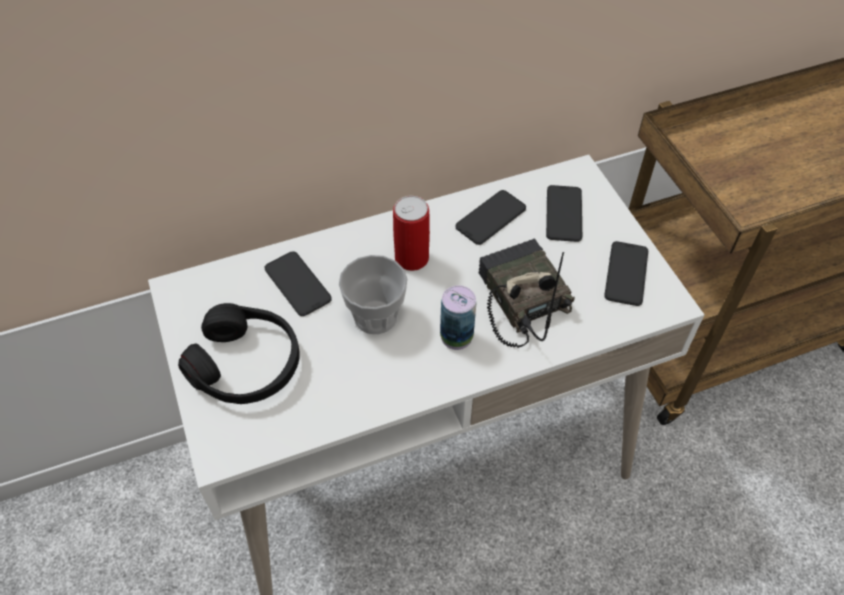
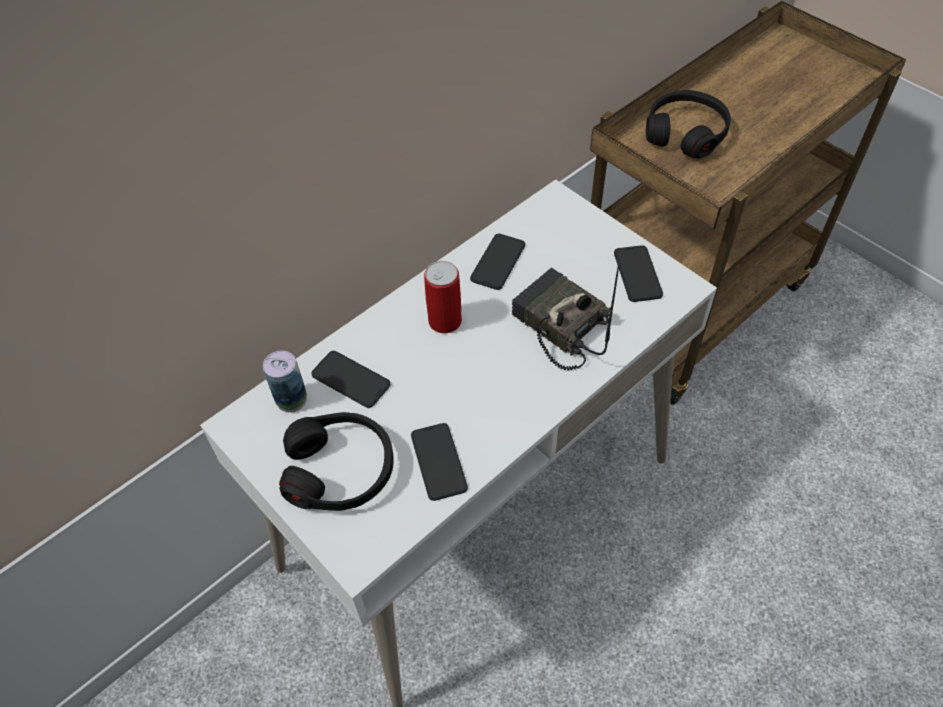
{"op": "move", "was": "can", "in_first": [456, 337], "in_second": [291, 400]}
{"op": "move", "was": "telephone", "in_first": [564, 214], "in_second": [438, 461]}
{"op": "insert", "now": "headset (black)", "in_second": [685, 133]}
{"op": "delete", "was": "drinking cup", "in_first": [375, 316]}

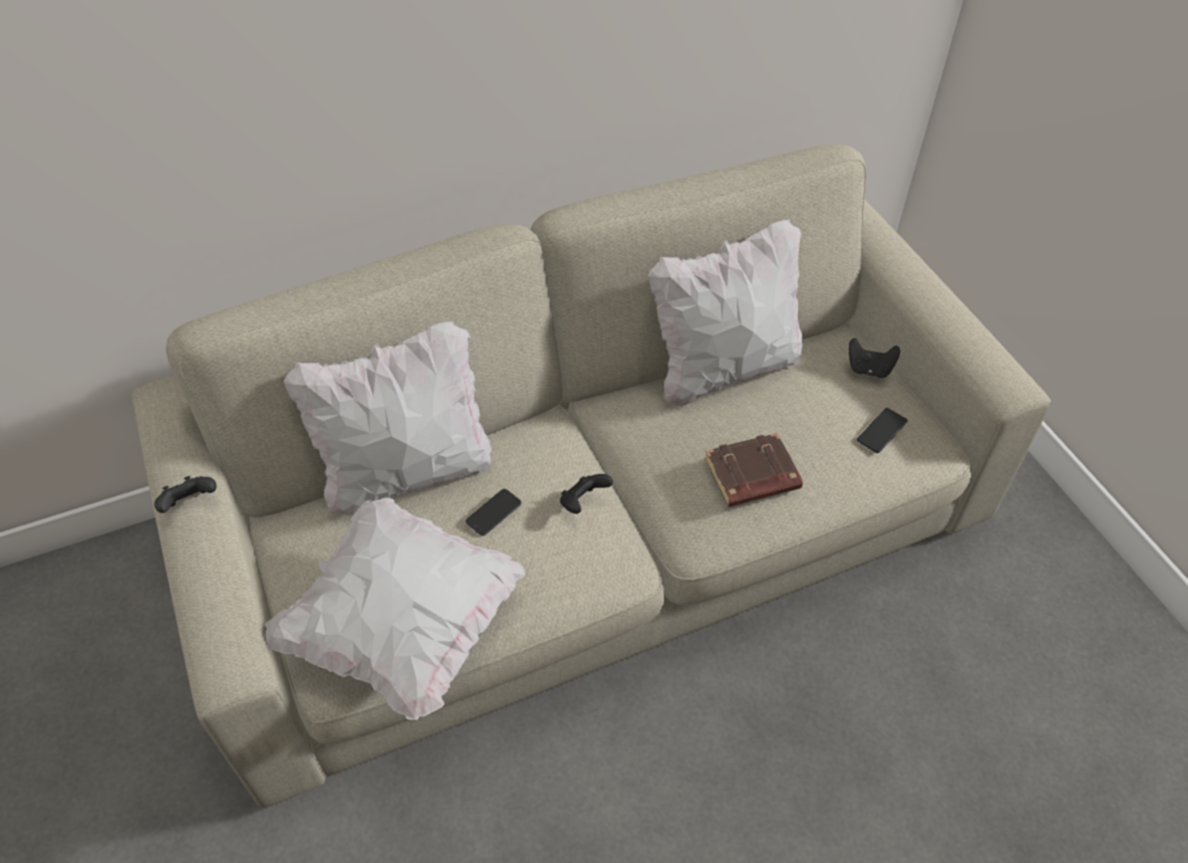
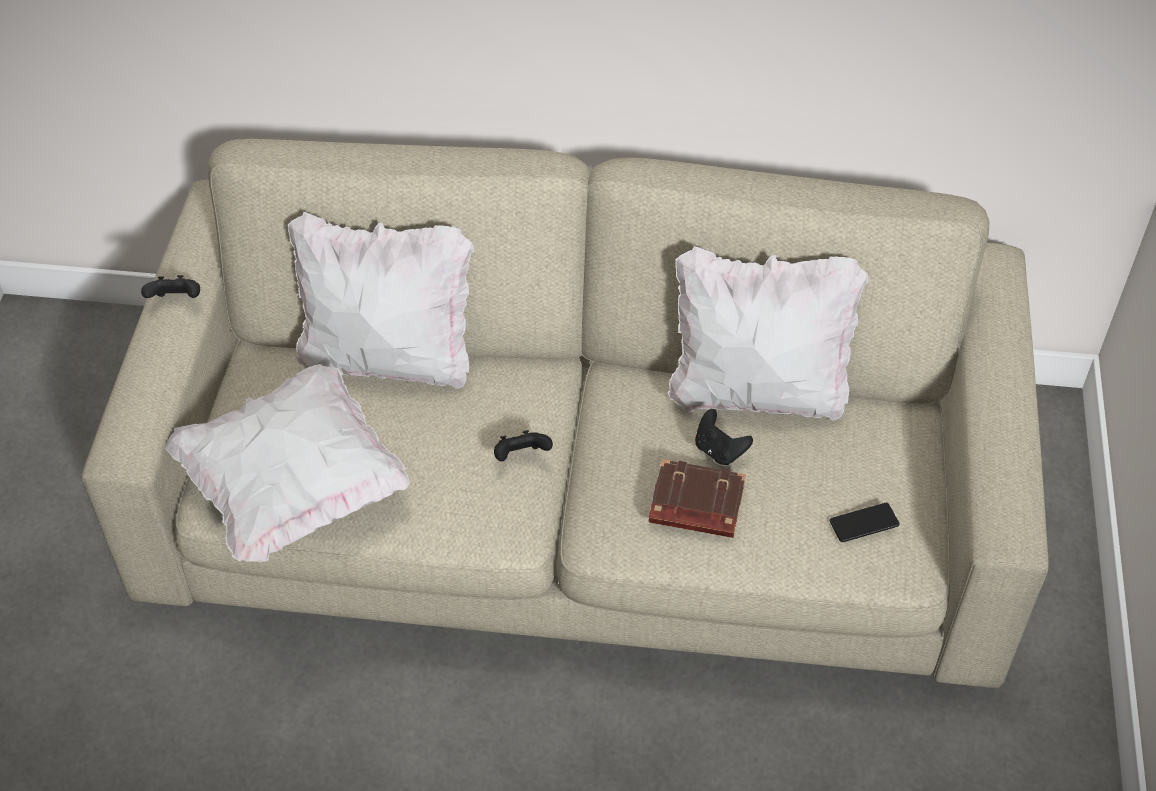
{"op": "move", "was": "joypad (black)", "in_first": [869, 369], "in_second": [719, 450]}
{"op": "delete", "was": "telephone", "in_first": [493, 512]}

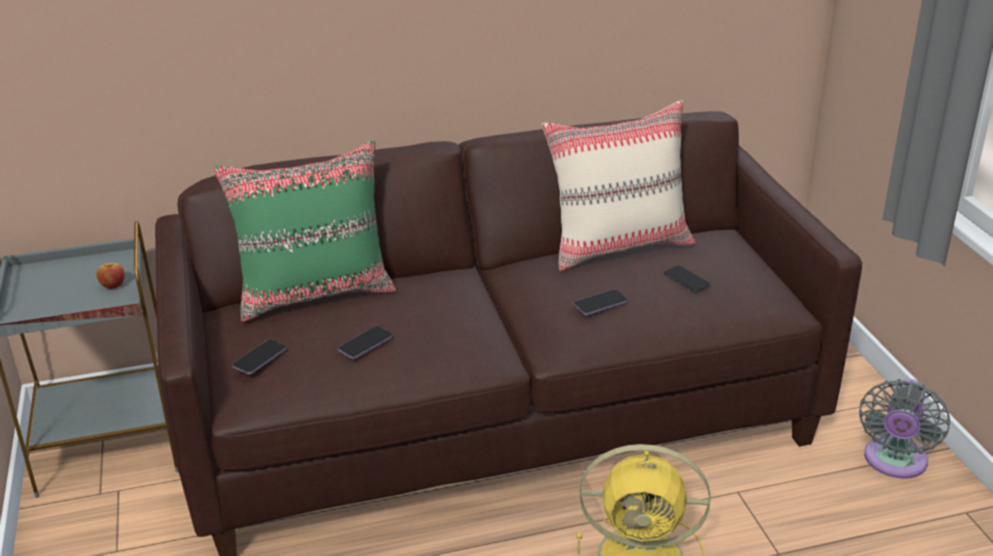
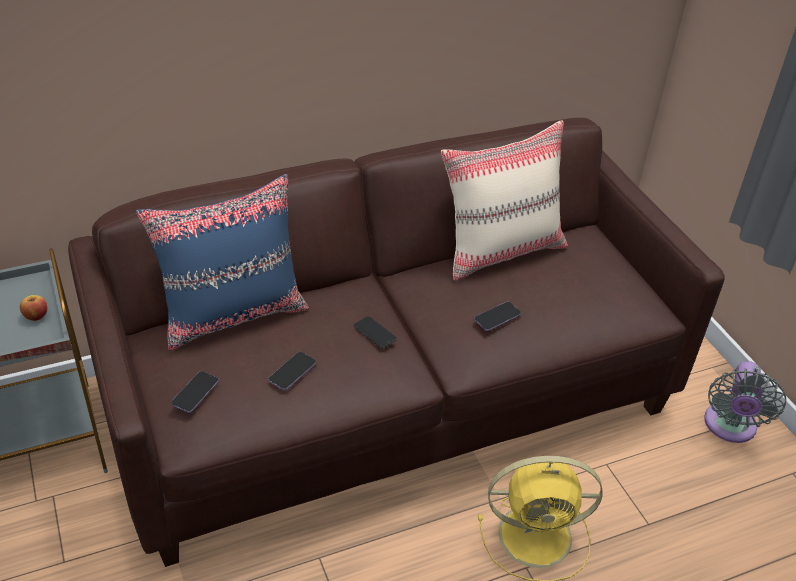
{"op": "recolor", "was": "cushion (greenish)", "now": "cushion (blue)", "in_first": [316, 293], "in_second": [233, 314]}
{"op": "move", "was": "telephone", "in_first": [686, 279], "in_second": [375, 333]}

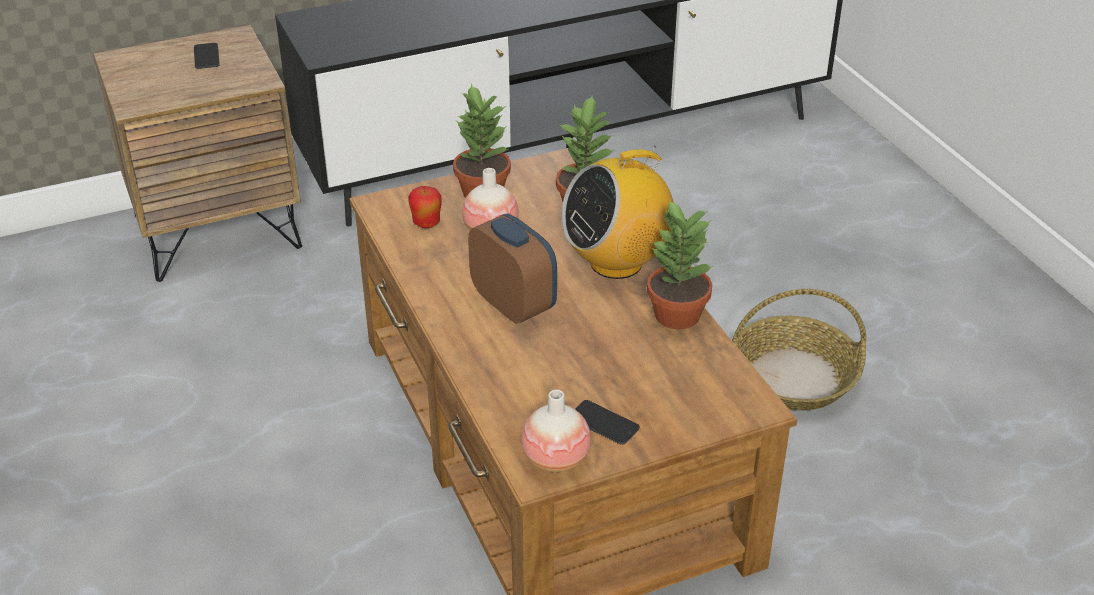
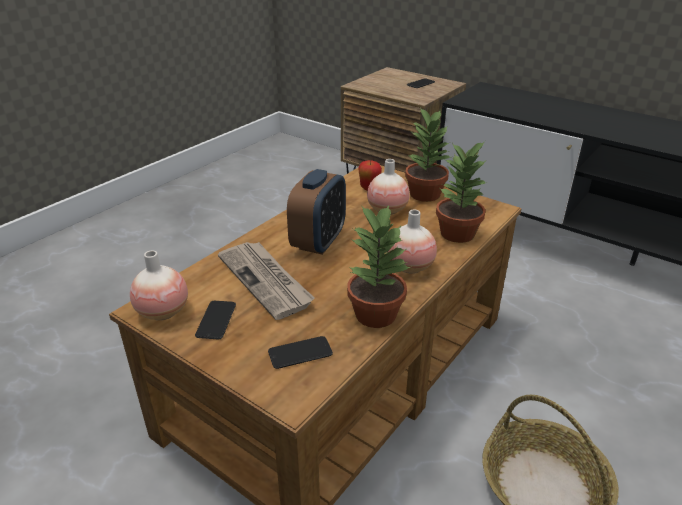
{"op": "insert", "now": "daily paper", "in_second": [266, 281]}
{"op": "insert", "now": "telephone", "in_second": [300, 353]}
{"op": "replace", "was": "radio", "now": "decorative vase", "in_first": [617, 262], "in_second": [410, 266]}

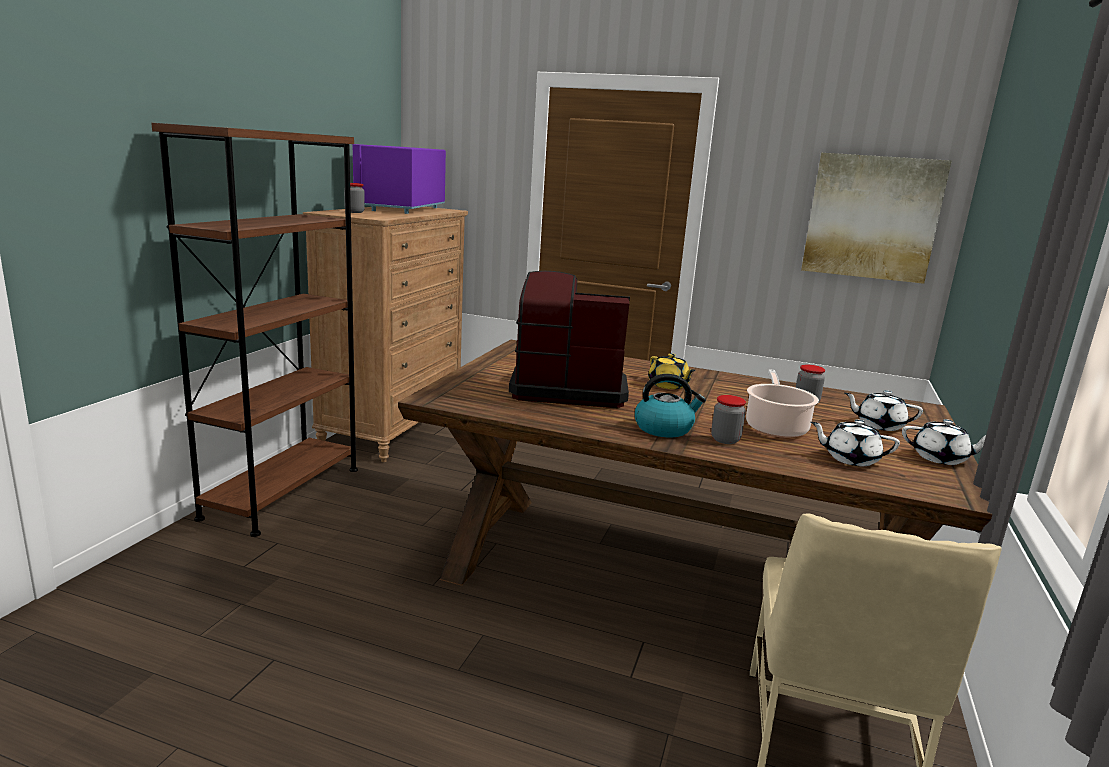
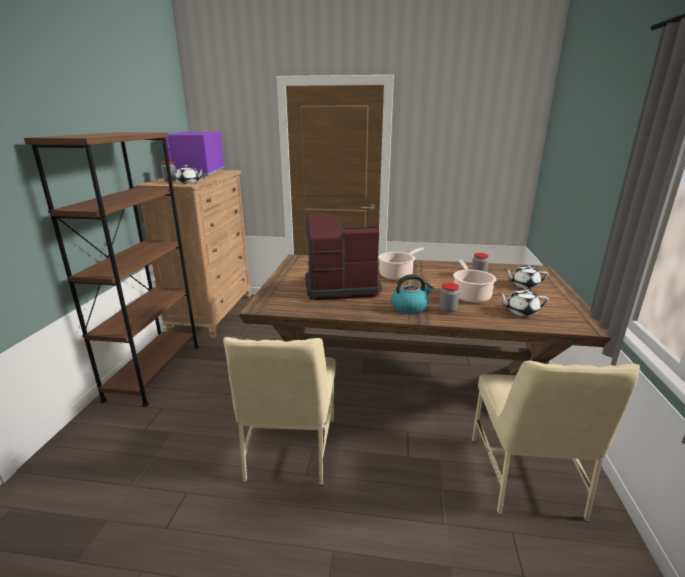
{"op": "move", "was": "tea pot (white-coloured)", "in_first": [940, 458], "in_second": [189, 183]}
{"op": "insert", "now": "chair (beige)", "in_second": [289, 449]}
{"op": "replace", "was": "tea pot (yellowish)", "now": "cooking pot", "in_first": [668, 385], "in_second": [397, 275]}
{"op": "delete", "was": "picture", "in_first": [872, 217]}

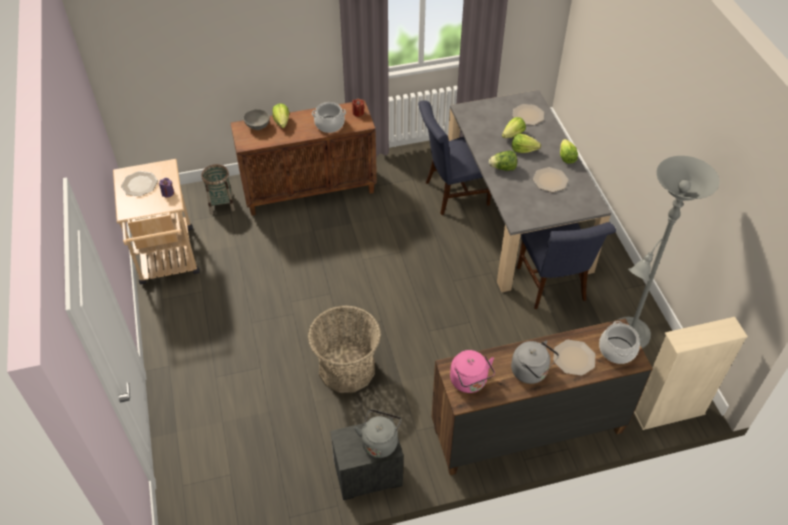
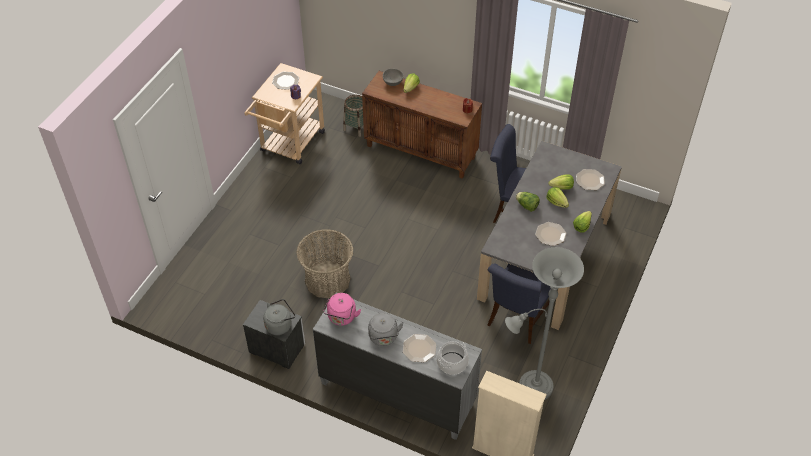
{"op": "recolor", "was": "dresser (brown)", "now": "dresser (greyish)", "in_first": [526, 430], "in_second": [396, 393]}
{"op": "delete", "was": "cooking pot", "in_first": [329, 124]}

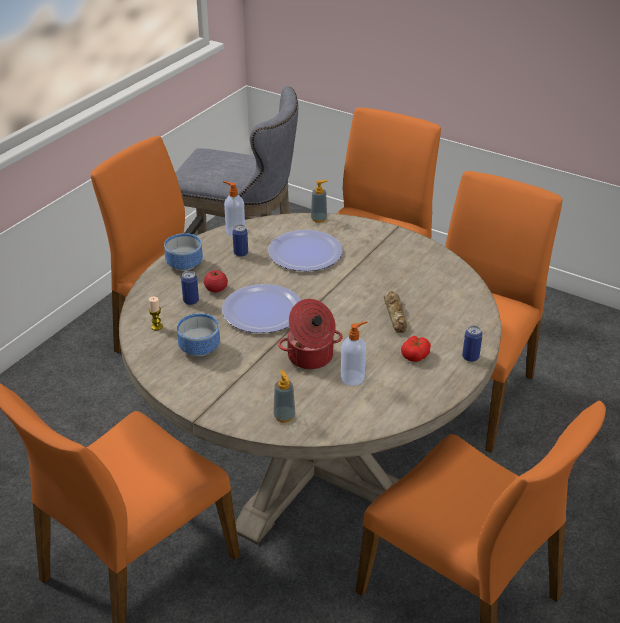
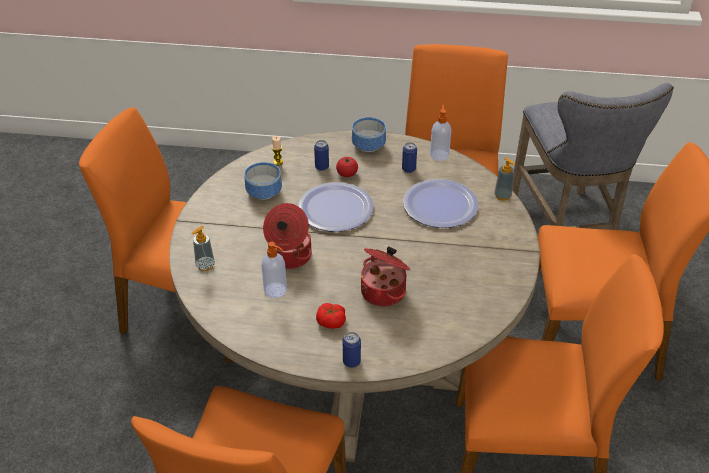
{"op": "replace", "was": "baked bread", "now": "cooking pot", "in_first": [395, 315], "in_second": [384, 291]}

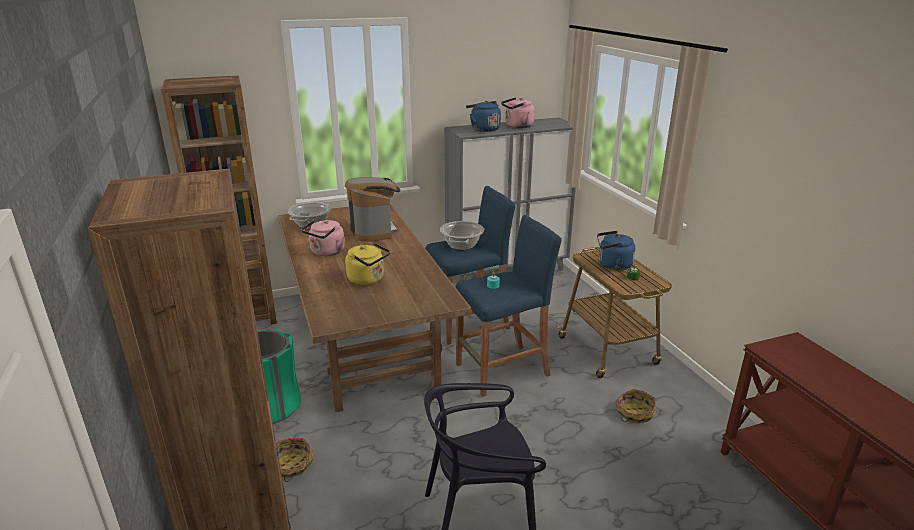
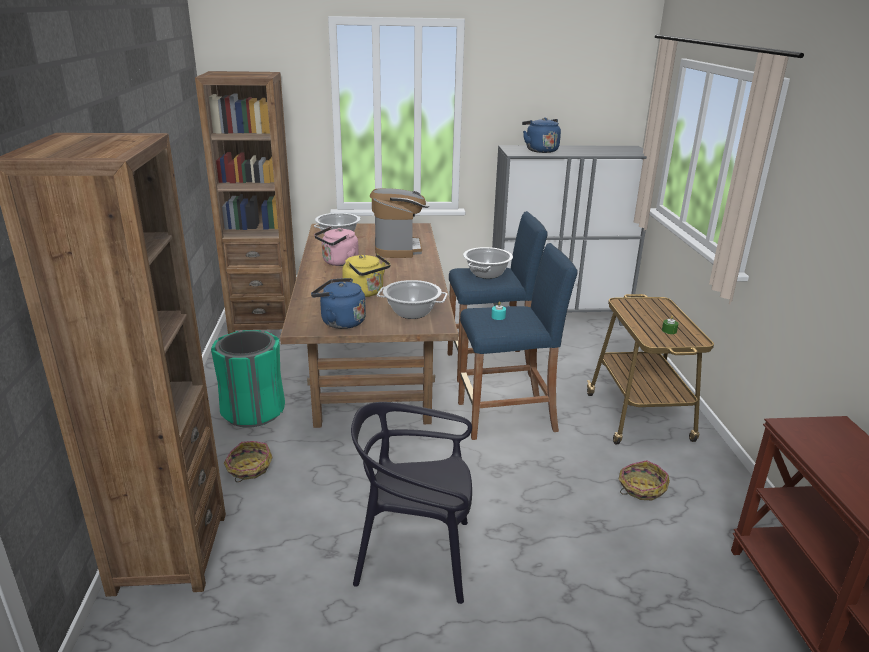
{"op": "move", "was": "water kettle (blue)", "in_first": [612, 265], "in_second": [340, 322]}
{"op": "insert", "now": "cooking pot", "in_second": [411, 312]}
{"op": "delete", "was": "water kettle (pink)", "in_first": [517, 126]}

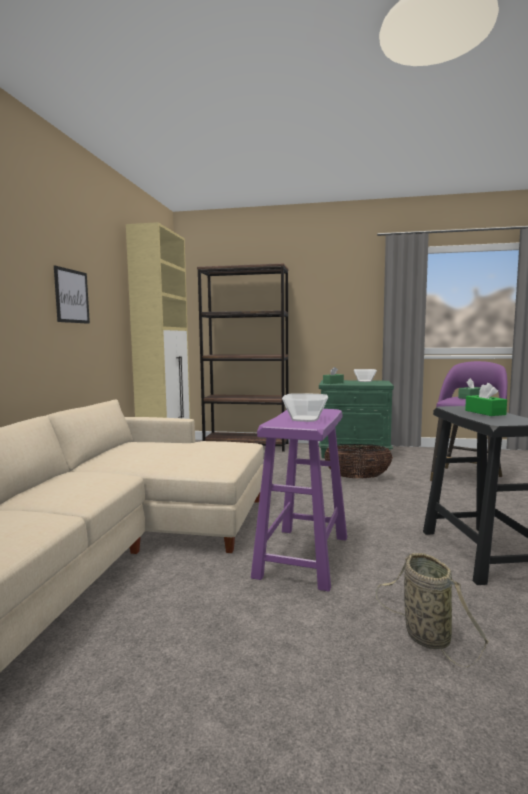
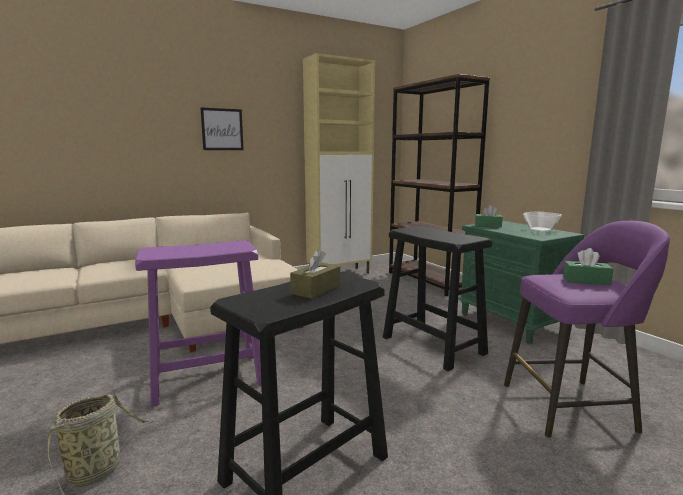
{"op": "recolor", "was": "tissue box (greenish)", "now": "tissue box (brown)", "in_first": [485, 412], "in_second": [316, 289]}
{"op": "replace", "was": "storage basket", "now": "sitting stool (black)", "in_first": [357, 478], "in_second": [433, 345]}
{"op": "delete", "was": "bowl", "in_first": [305, 419]}

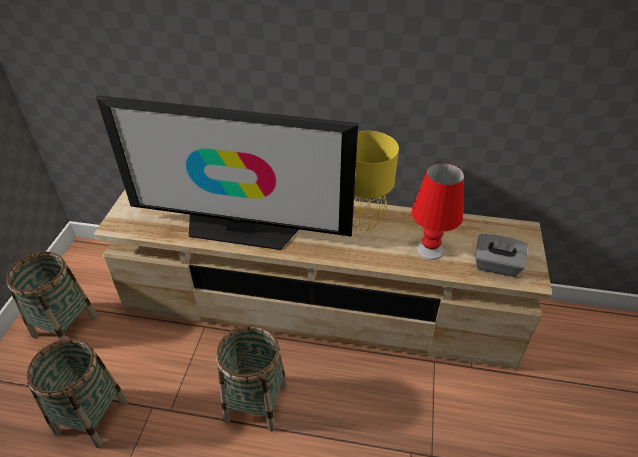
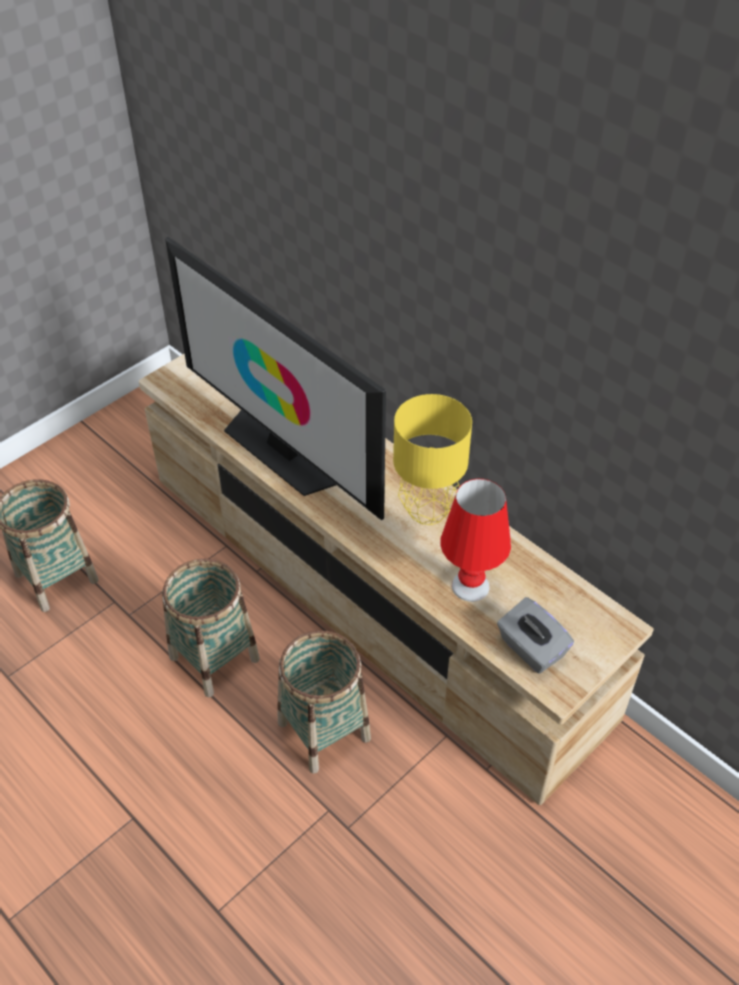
{"op": "move", "was": "storage basket", "in_first": [65, 325], "in_second": [324, 731]}

